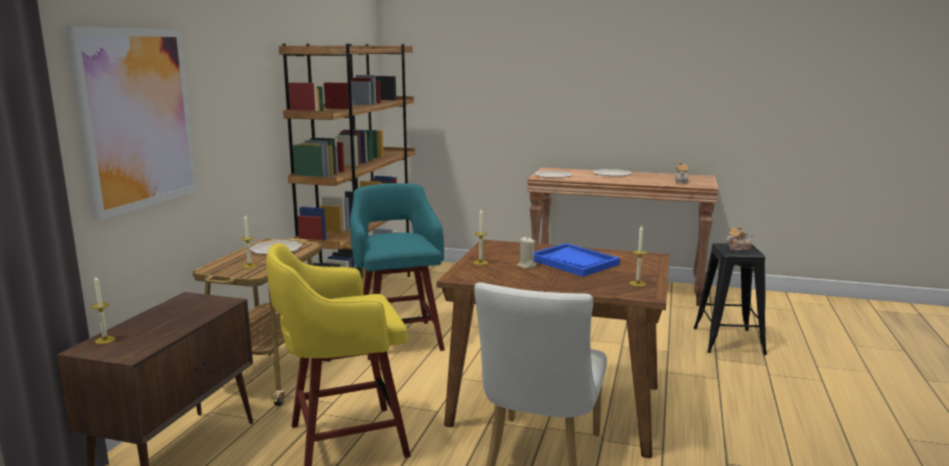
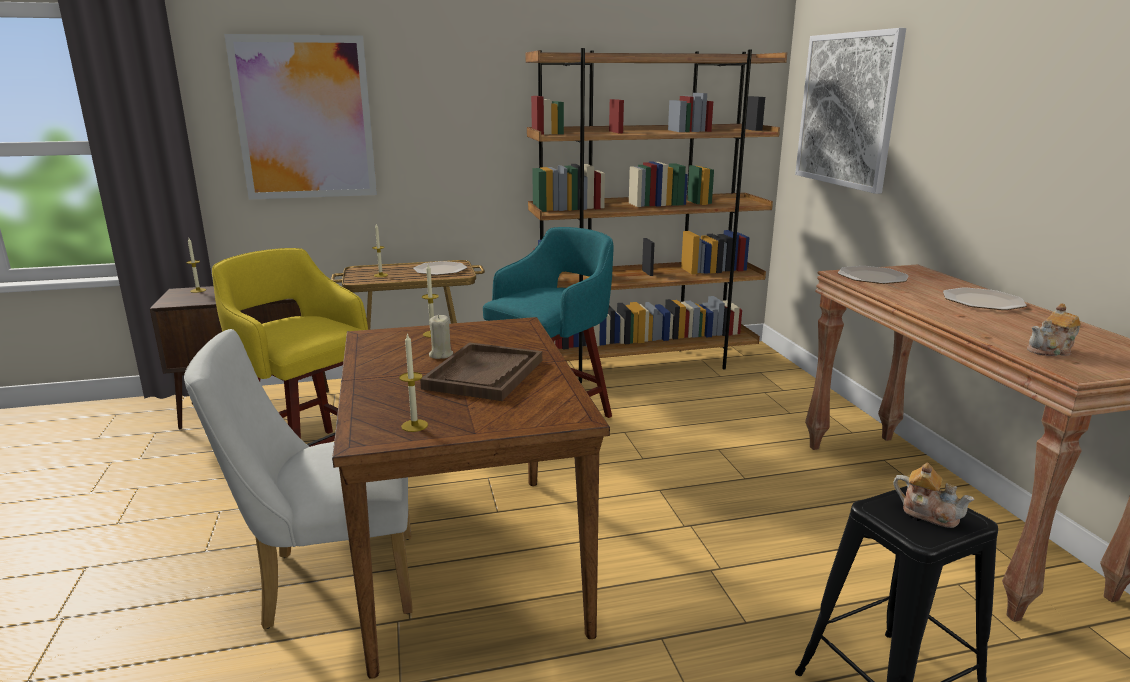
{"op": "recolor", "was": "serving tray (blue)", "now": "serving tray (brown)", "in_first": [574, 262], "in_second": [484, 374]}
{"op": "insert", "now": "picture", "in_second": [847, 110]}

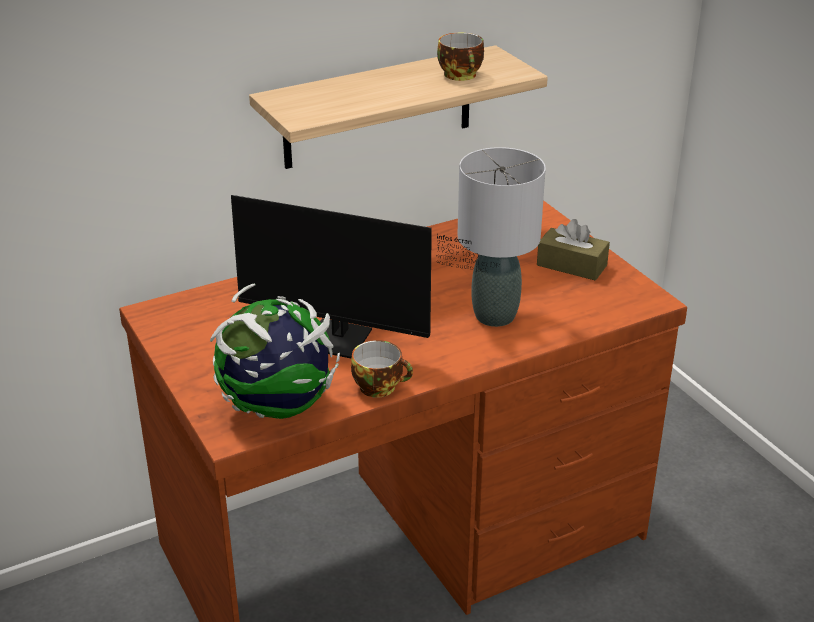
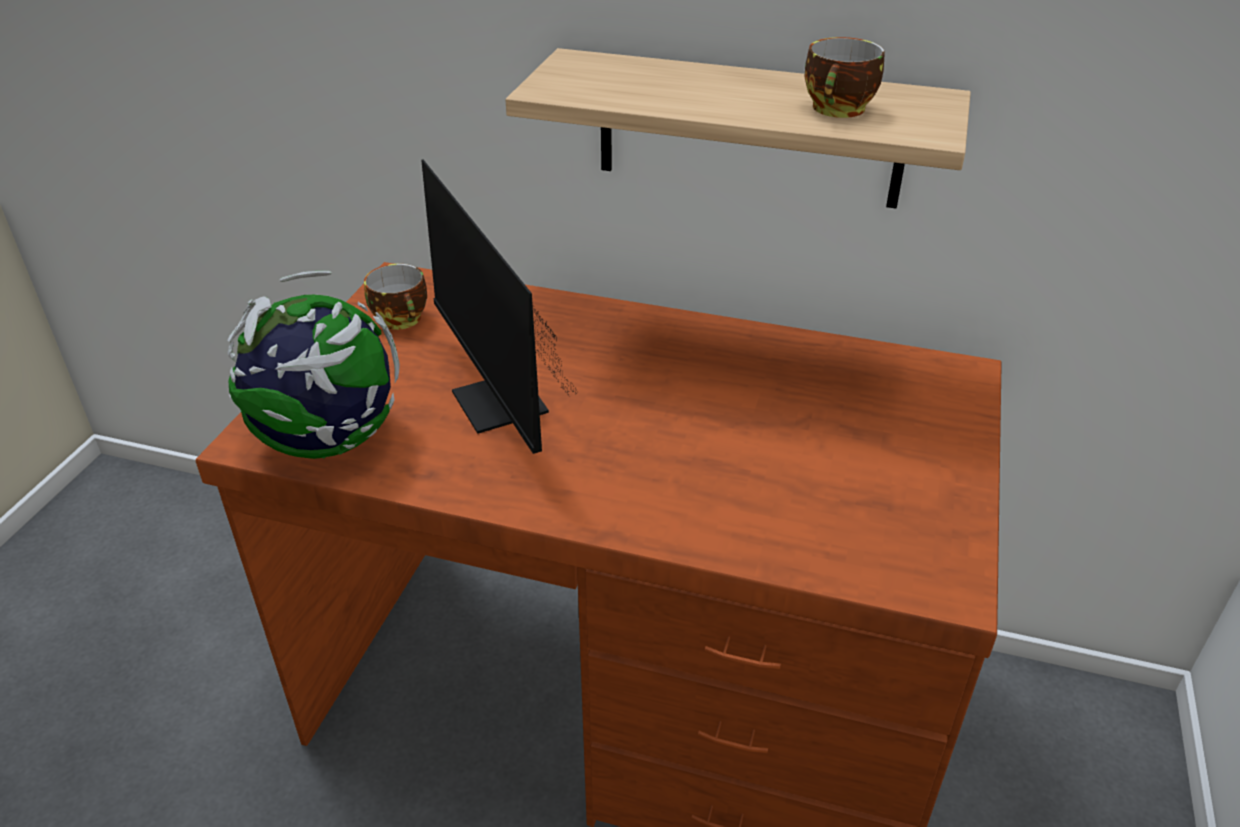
{"op": "move", "was": "drinking cup", "in_first": [380, 386], "in_second": [403, 319]}
{"op": "delete", "was": "tabletop lamp (greyish)", "in_first": [494, 316]}
{"op": "delete", "was": "tissue box (brown)", "in_first": [571, 265]}

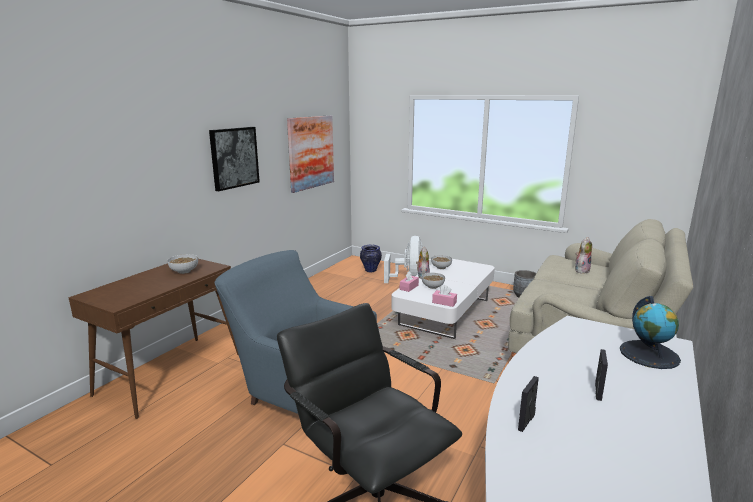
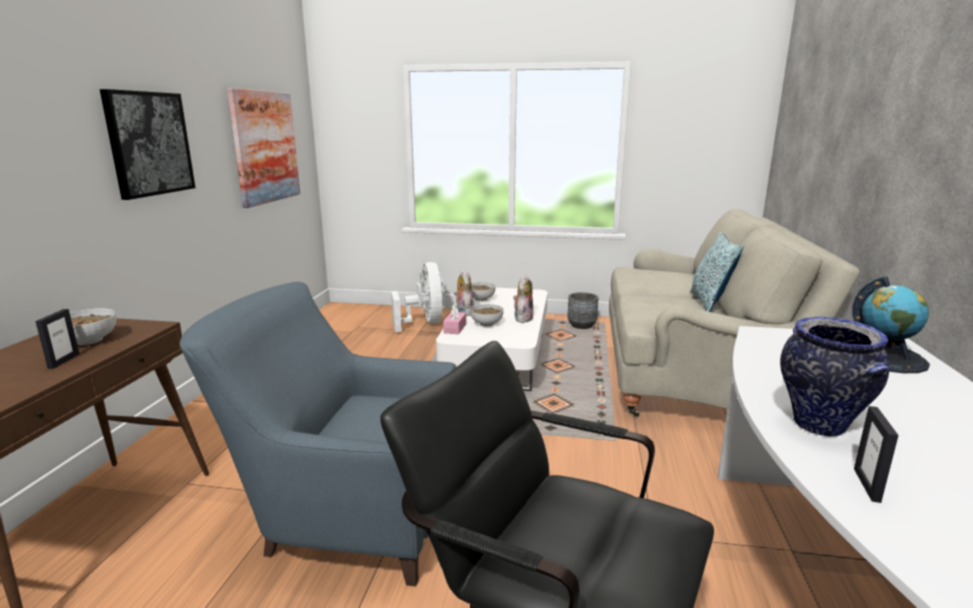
{"op": "move", "was": "standing frame", "in_first": [597, 392], "in_second": [63, 361]}
{"op": "move", "was": "cuddly toy", "in_first": [581, 270], "in_second": [523, 318]}
{"op": "insert", "now": "cushion", "in_second": [709, 302]}
{"op": "move", "was": "decorative vase", "in_first": [370, 270], "in_second": [820, 426]}
{"op": "delete", "was": "tissue box (pink)", "in_first": [444, 302]}

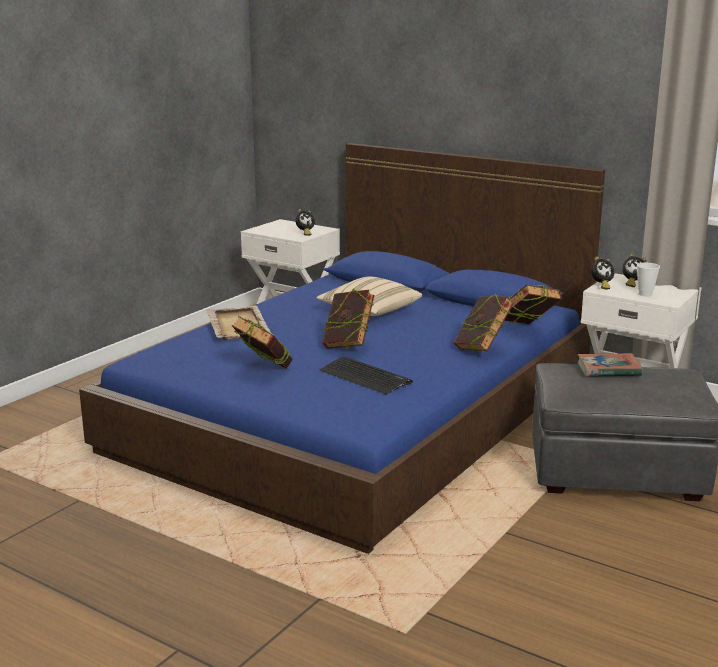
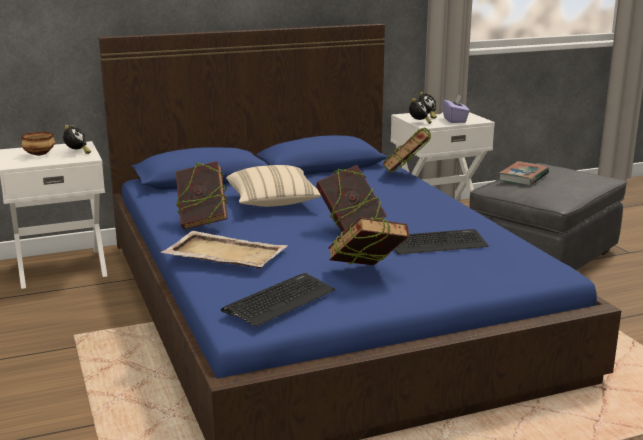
{"op": "insert", "now": "bowl", "in_second": [38, 154]}
{"op": "move", "was": "book", "in_first": [482, 350], "in_second": [202, 223]}
{"op": "insert", "now": "PC keyboard", "in_second": [279, 300]}
{"op": "replace", "was": "drinking cup", "now": "tissue box (purplish)", "in_first": [645, 294], "in_second": [455, 120]}

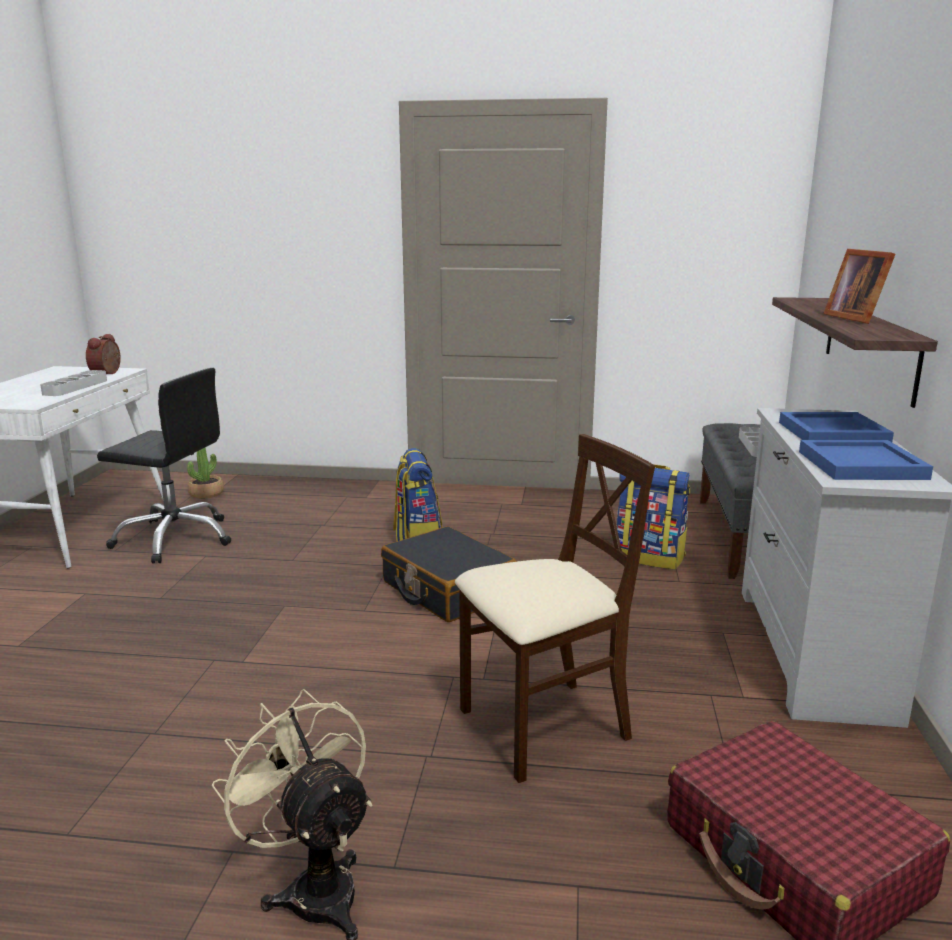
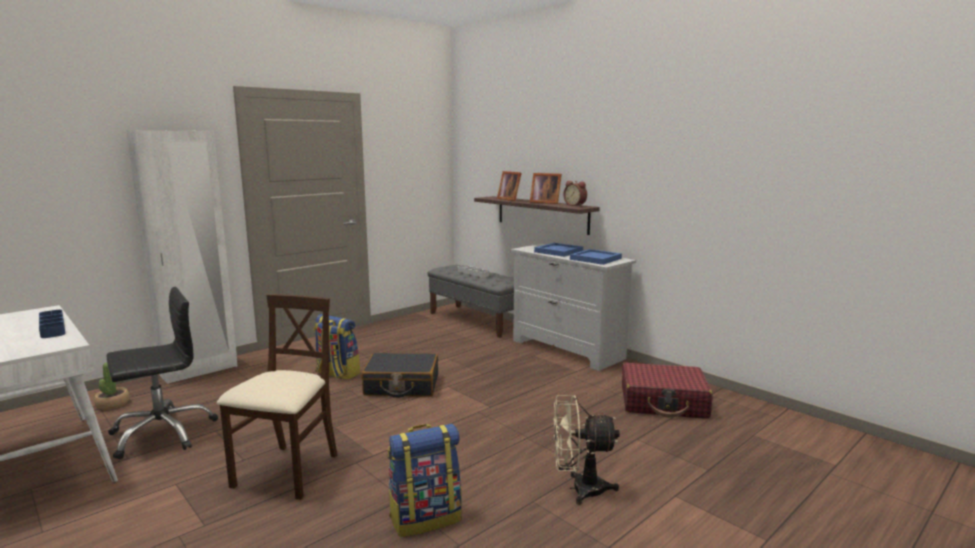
{"op": "recolor", "was": "serving tray (greyish)", "now": "serving tray (blue)", "in_first": [75, 387], "in_second": [52, 327]}
{"op": "insert", "now": "armoire (white-coloured)", "in_second": [199, 371]}
{"op": "move", "was": "chair (beige)", "in_first": [543, 727], "in_second": [287, 472]}
{"op": "move", "was": "rucksack", "in_first": [650, 557], "in_second": [425, 518]}
{"op": "insert", "now": "standing frame", "in_second": [510, 199]}
{"op": "move", "was": "bedside clock", "in_first": [108, 374], "in_second": [575, 205]}

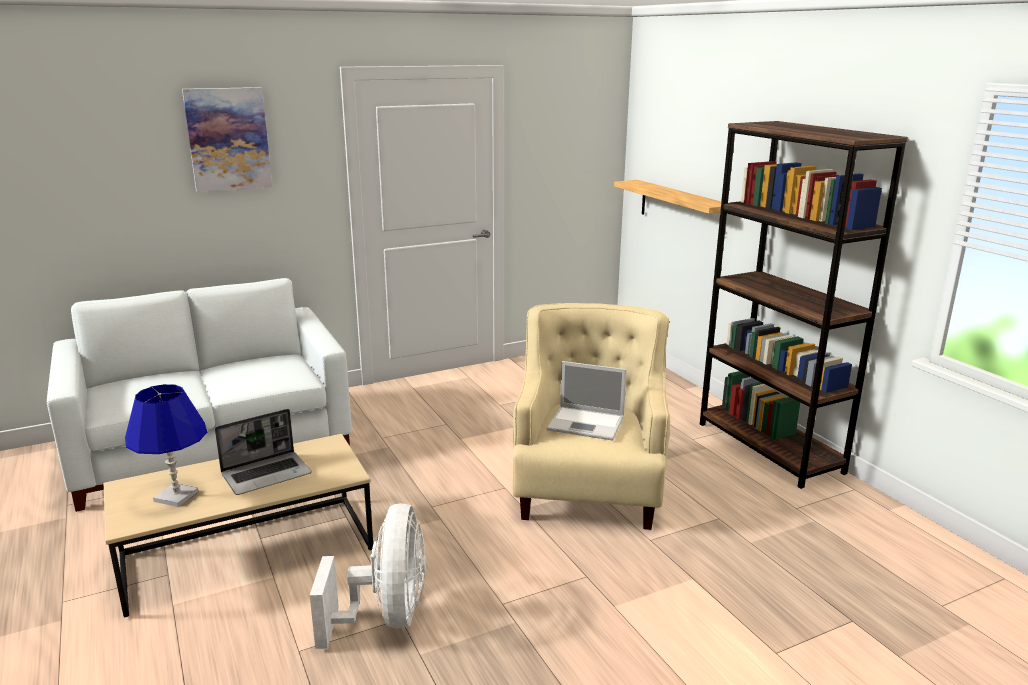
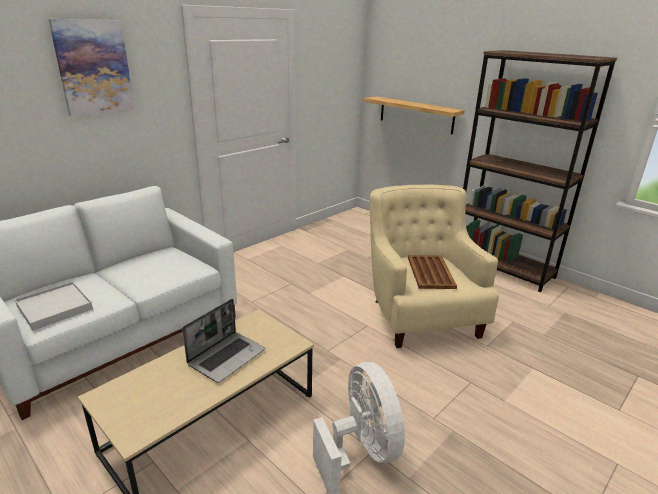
{"op": "insert", "now": "serving tray (white-coloured)", "in_second": [54, 308]}
{"op": "replace", "was": "notebook computer", "now": "serving tray (brown)", "in_first": [587, 424], "in_second": [430, 272]}
{"op": "delete", "was": "tabletop lamp (blue)", "in_first": [176, 496]}

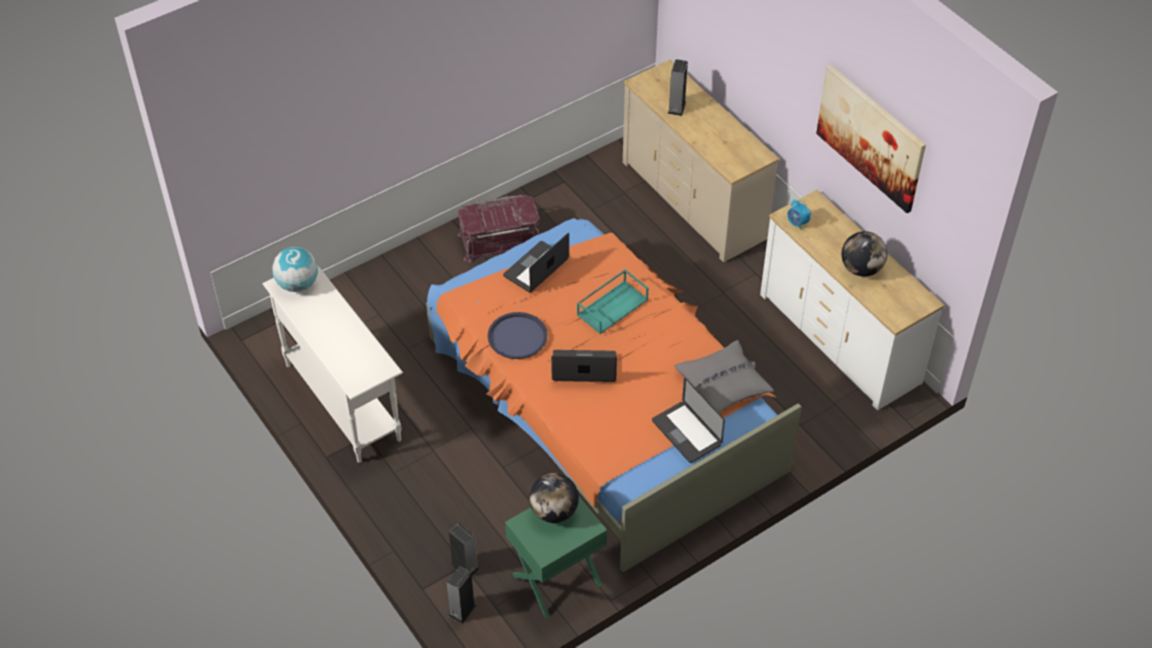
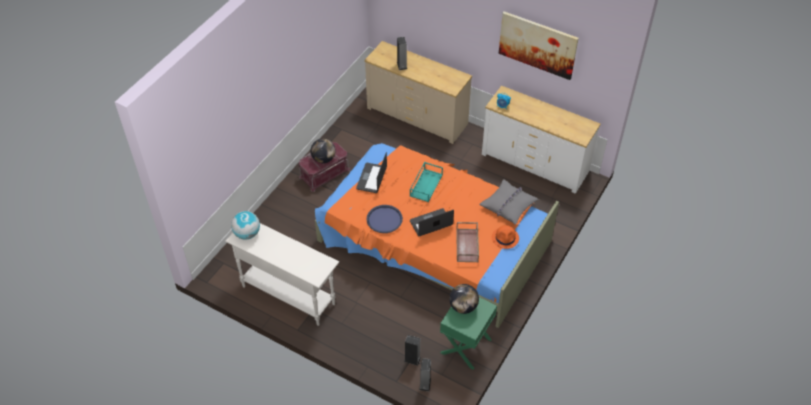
{"op": "move", "was": "globe", "in_first": [861, 269], "in_second": [323, 159]}
{"op": "insert", "now": "serving tray (brown)", "in_second": [467, 246]}
{"op": "replace", "was": "notebook computer", "now": "wearable hat (orangey)", "in_first": [686, 433], "in_second": [505, 238]}

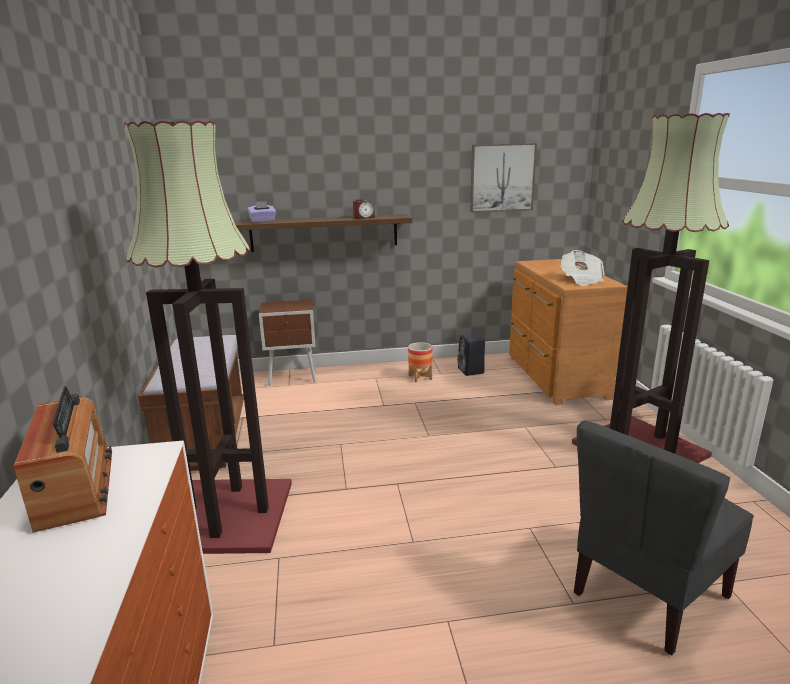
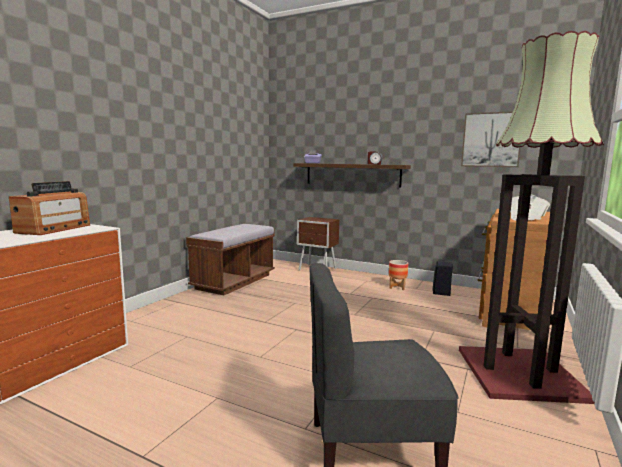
{"op": "delete", "was": "standard lamp", "in_first": [230, 514]}

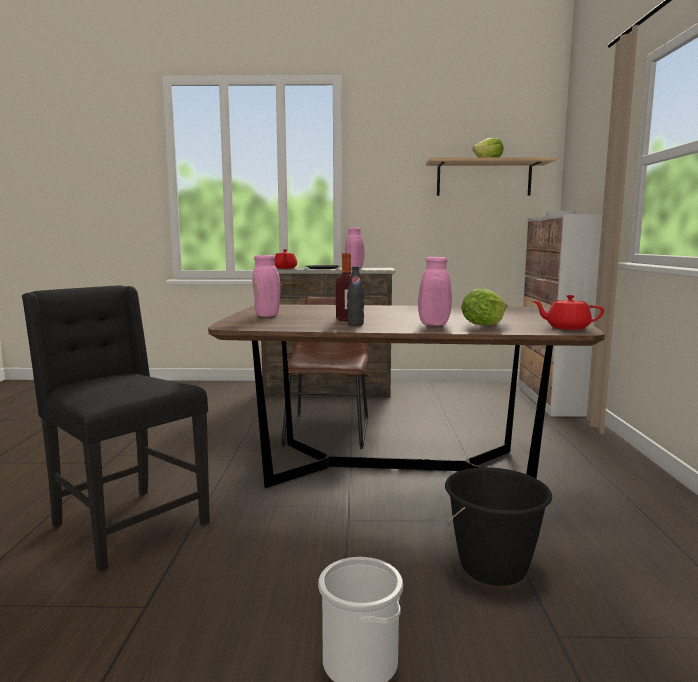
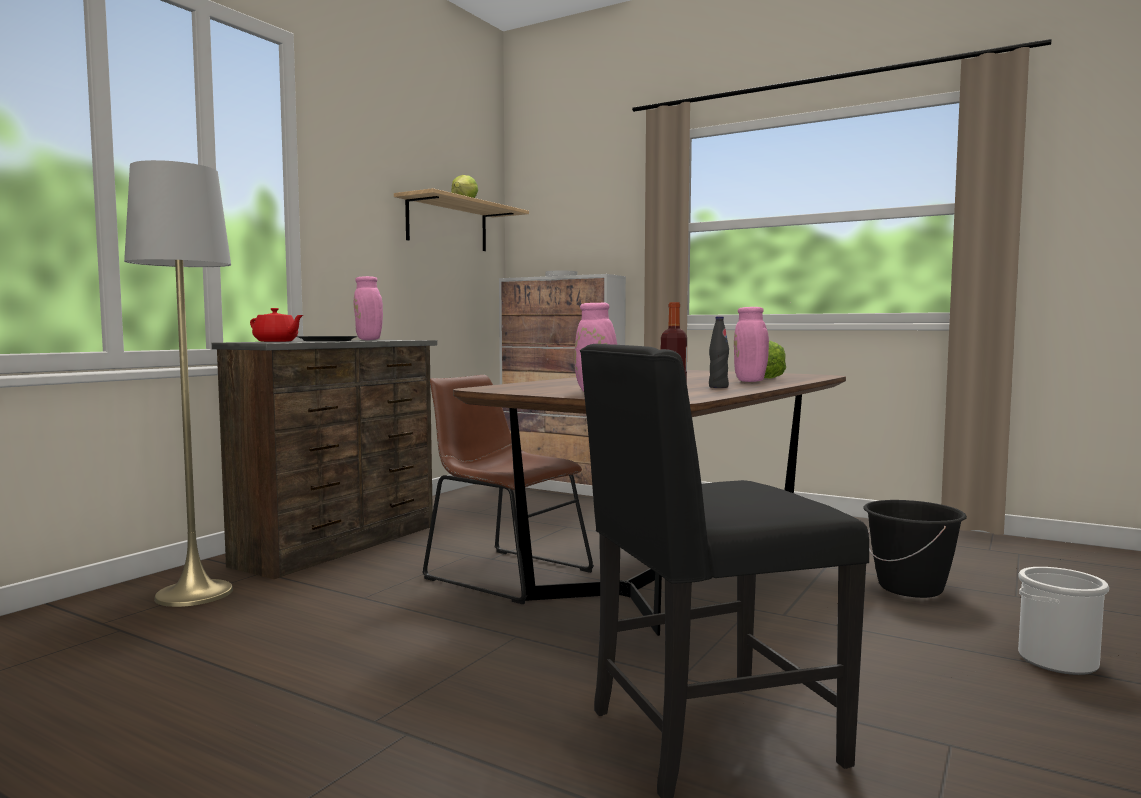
{"op": "insert", "now": "standard lamp (greyish)", "in_second": [194, 594]}
{"op": "delete", "was": "tea pot (red-coloured)", "in_first": [566, 328]}

